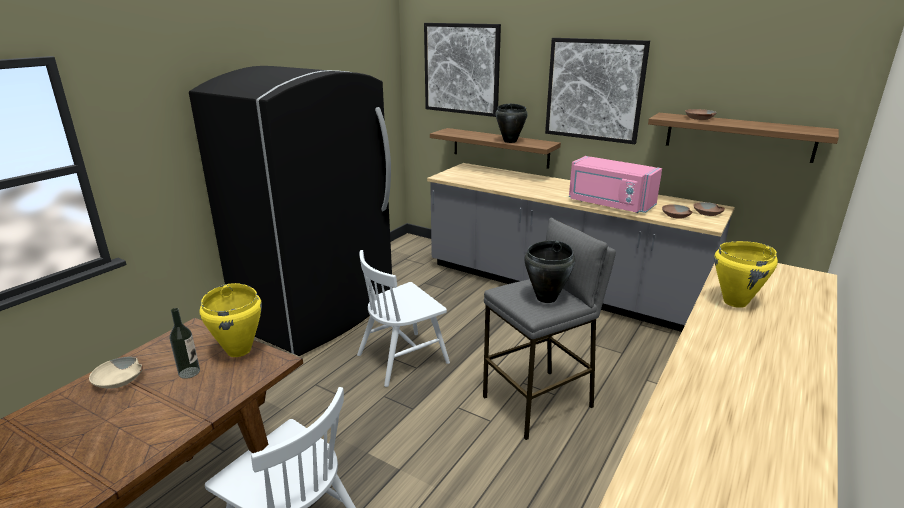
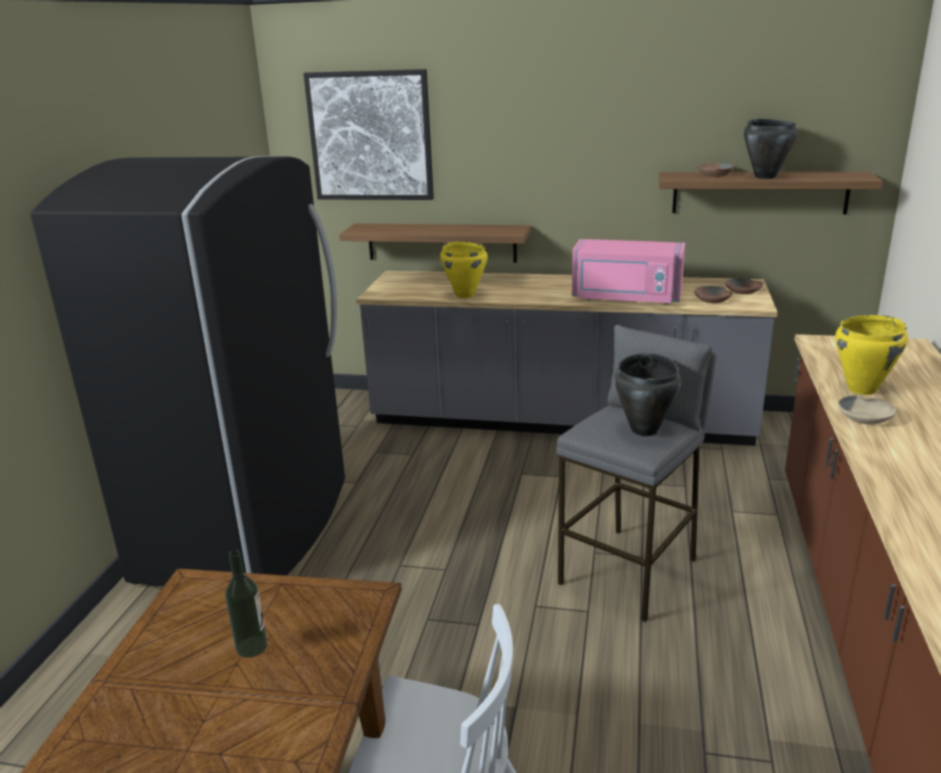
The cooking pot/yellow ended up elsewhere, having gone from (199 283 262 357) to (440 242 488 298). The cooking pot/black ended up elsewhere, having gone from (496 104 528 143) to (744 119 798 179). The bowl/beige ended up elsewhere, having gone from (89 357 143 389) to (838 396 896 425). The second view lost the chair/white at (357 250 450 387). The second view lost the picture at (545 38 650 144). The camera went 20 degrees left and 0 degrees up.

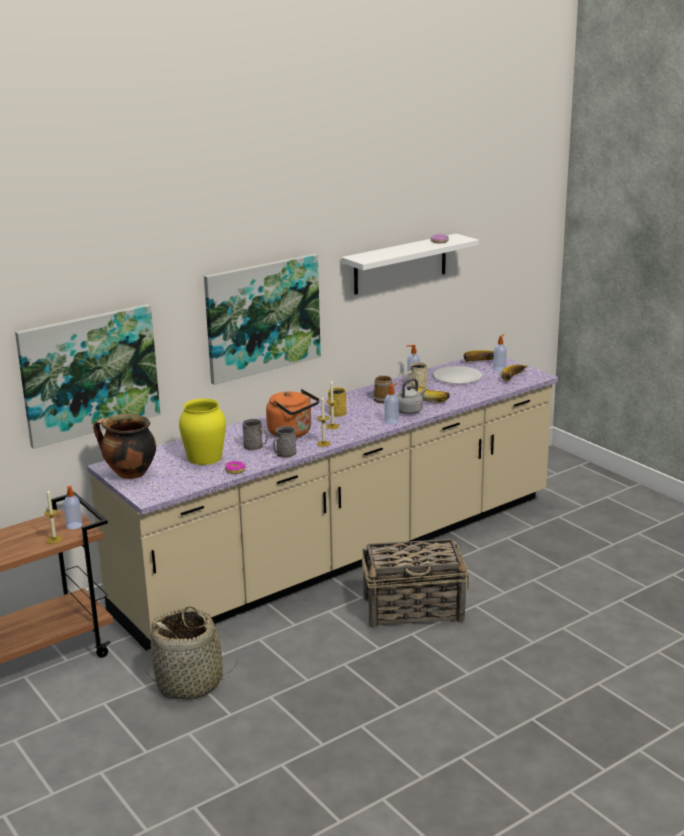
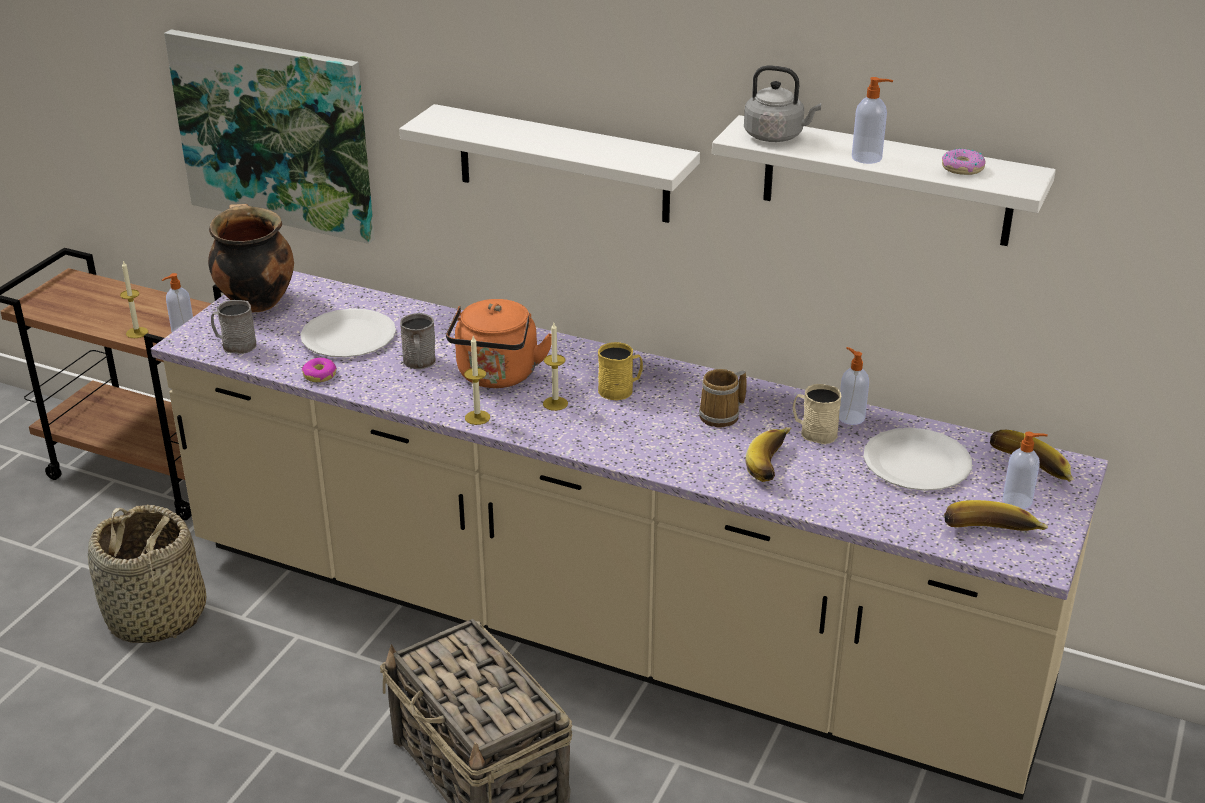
The mug/grey ended up elsewhere, having gone from (273 426 296 458) to (211 300 256 354). Where the vase/yellow stood at (179 398 226 465), the plate/white came to stand at (301 309 396 357). Where the picture hung at (204 254 321 385), the shelf/white came to hang at (399 104 700 223). The kettle/grey ended up elsewhere, having gone from (396 378 426 414) to (744 66 821 142). The soap dispenser ended up elsewhere, having gone from (384 383 399 425) to (852 77 893 164). The camera went 60 degrees right and 10 degrees up.

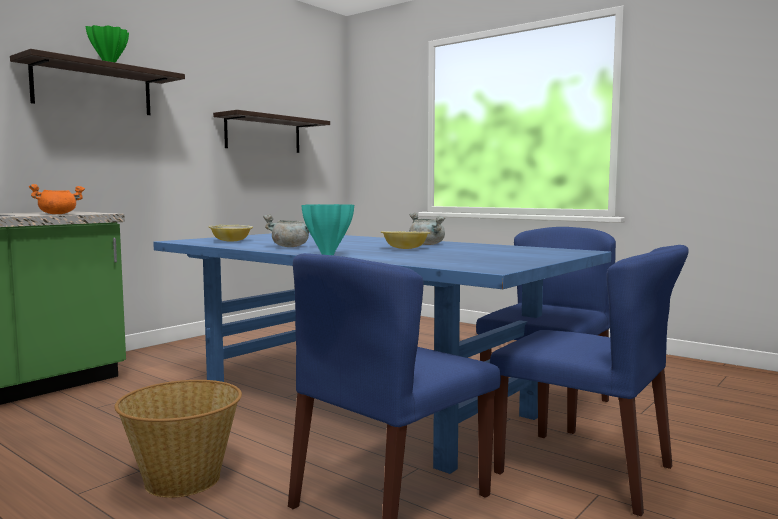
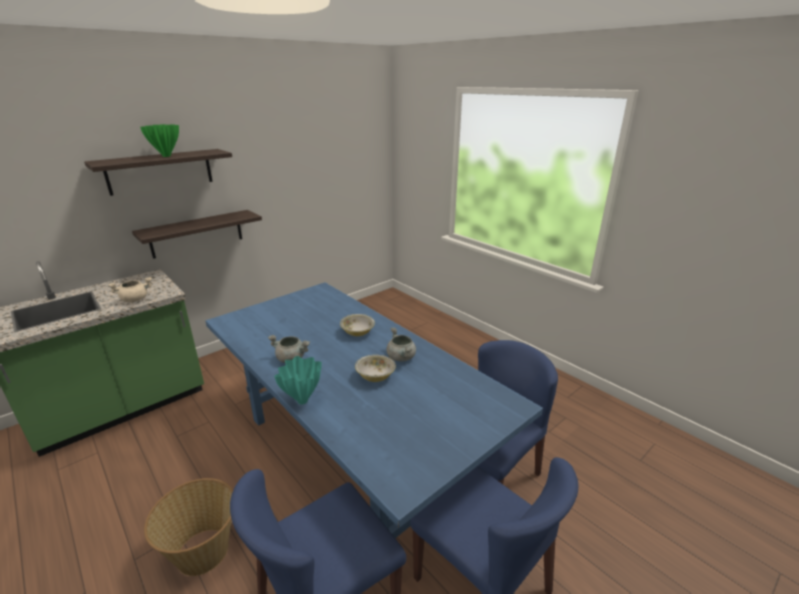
What was the cooking pot/orange at (29 184 85 214) turned into the cooking pot/beige at (108 277 152 302). The shelf ended up elsewhere, having gone from (213 110 330 153) to (132 210 262 259). The bowl ended up elsewhere, having gone from (208 225 253 242) to (340 314 375 336). The camera went 10 degrees right and 20 degrees up.

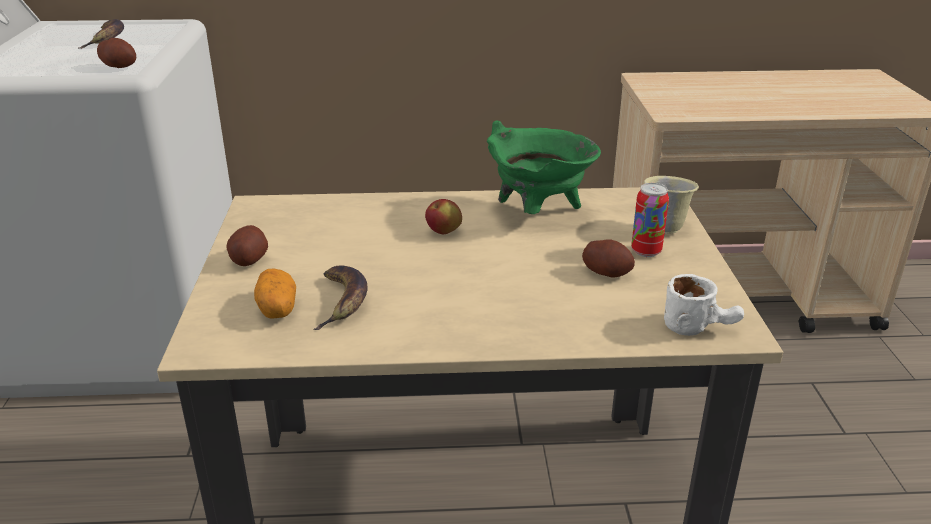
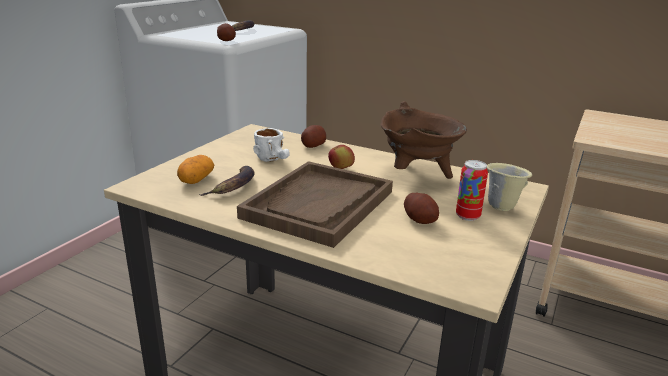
The second view gained the tray/brown at (237 161 393 248). The mug/white ended up elsewhere, having gone from (664 274 744 336) to (253 128 290 162). The potato ended up elsewhere, having gone from (226 225 268 266) to (301 125 326 148). What was the cooking pot/green at (487 120 601 214) turned into the cooking pot/brown at (380 101 467 179). The camera went 30 degrees right and 5 degrees down.

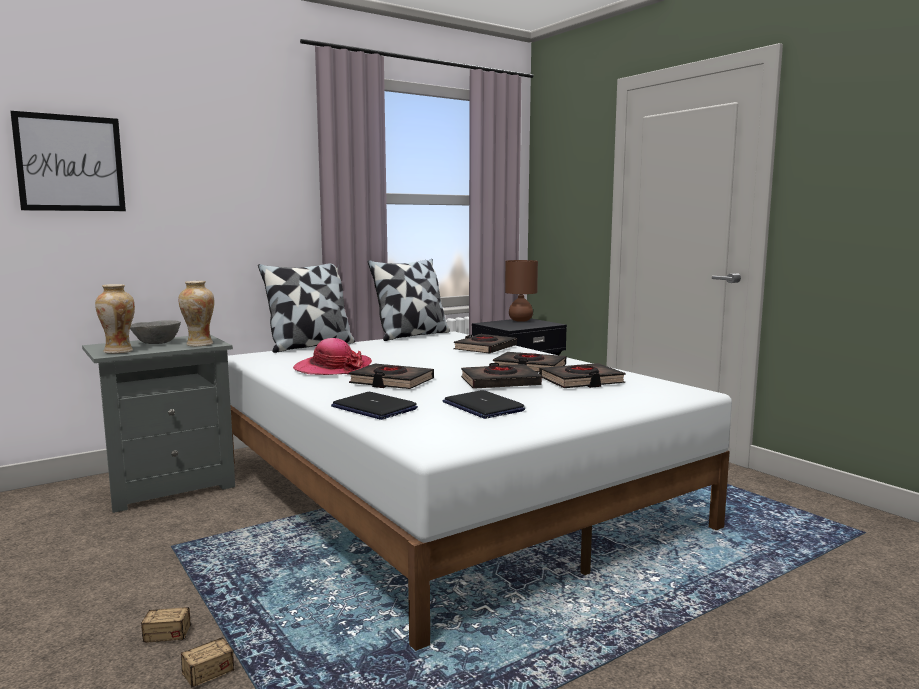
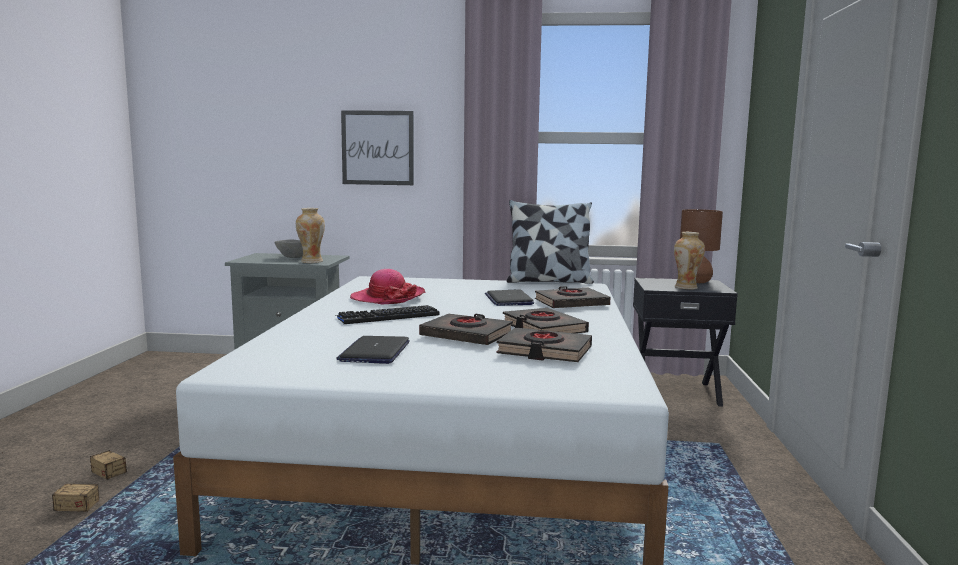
Where the book/black stood at (349 364 434 389), the keyboard came to stand at (335 305 439 324). The picture ended up elsewhere, having gone from (10 111 126 211) to (341 110 414 185). The laptop ended up elsewhere, having gone from (331 392 418 420) to (485 289 534 306). The vase ended up elsewhere, having gone from (95 284 135 353) to (674 232 705 289). The second view lost the pillow at (258 263 355 353). The camera went 40 degrees right and 0 degrees up.

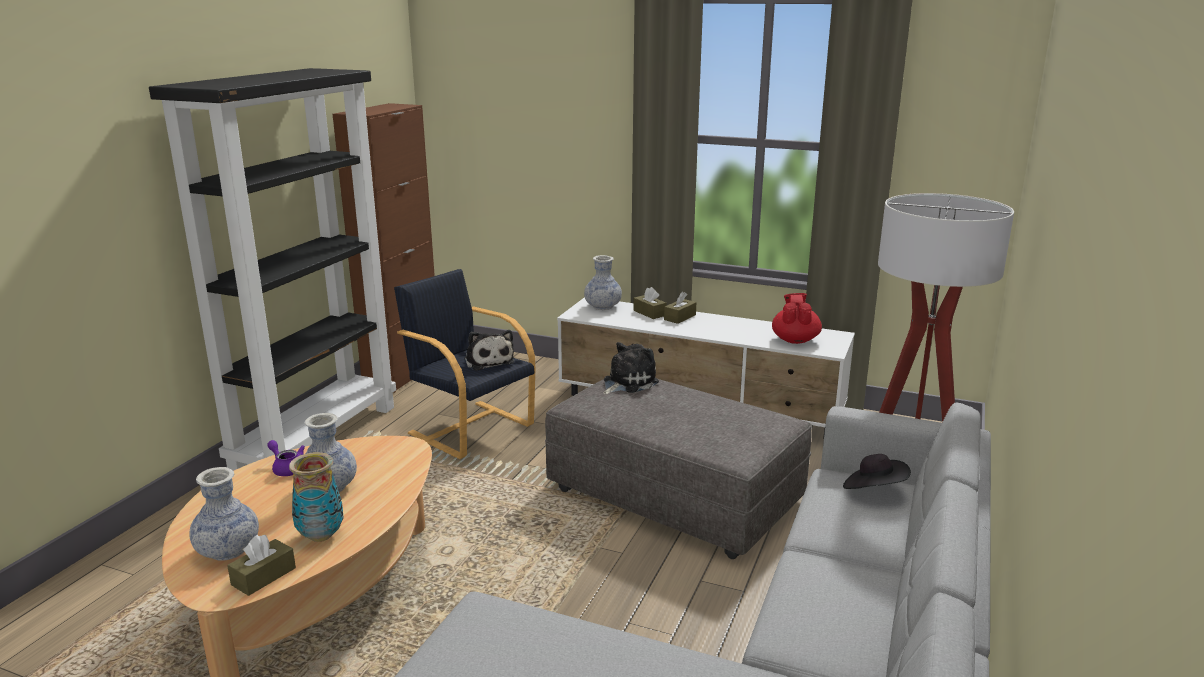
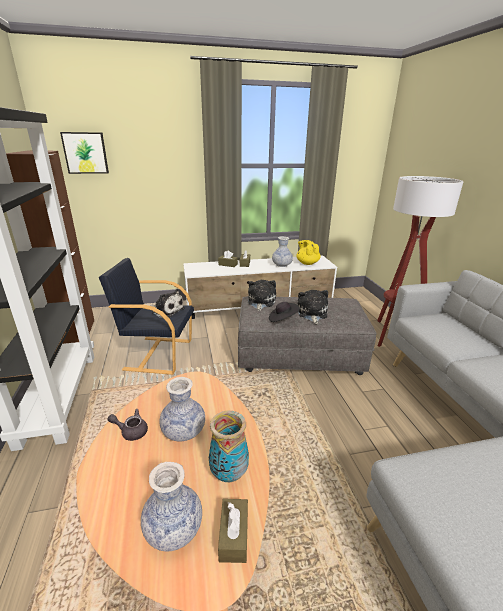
The second view gained the picture at (60 132 109 174). What was the teapot/purple at (267 440 305 476) turned into the teapot/grey at (107 409 148 441). The hat/black ended up elsewhere, having gone from (843 454 911 489) to (269 302 300 322). The vase ended up elsewhere, having gone from (584 255 622 310) to (272 236 293 267). What was the teapot/red at (772 293 822 344) turned into the teapot/yellow at (296 240 321 265). The second view gained the plush toy at (297 290 328 324). The camera went 35 degrees left and 5 degrees up.

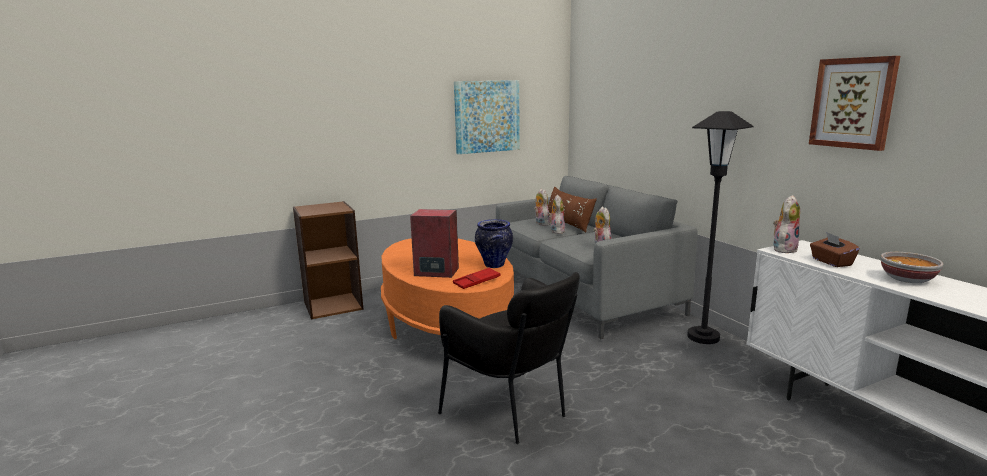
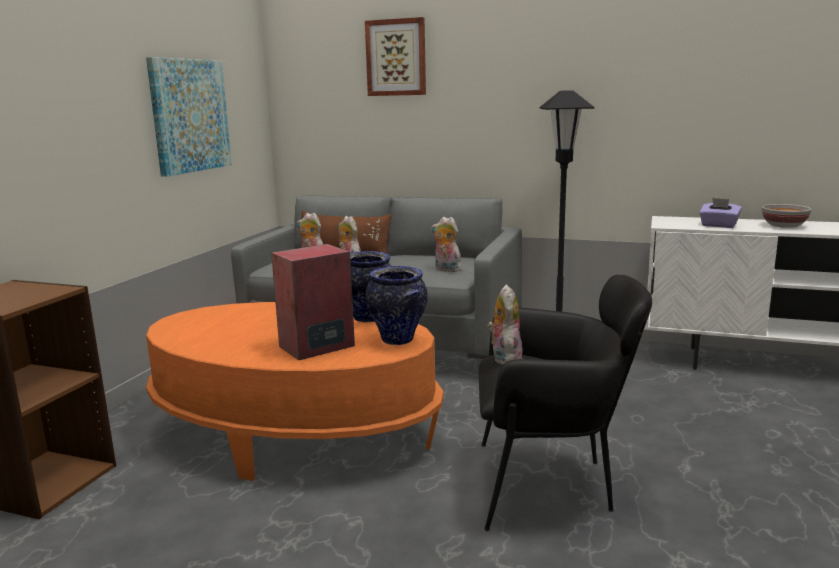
The picture ended up elsewhere, having gone from (809 56 900 151) to (365 17 426 96). Where the tray/red stood at (453 268 501 289), the vase came to stand at (365 266 428 345). The plush toy ended up elsewhere, having gone from (773 195 800 253) to (488 284 523 365). What was the tissue box/brown at (810 232 860 267) turned into the tissue box/purple at (699 198 742 228). The camera went 45 degrees left and 0 degrees up.

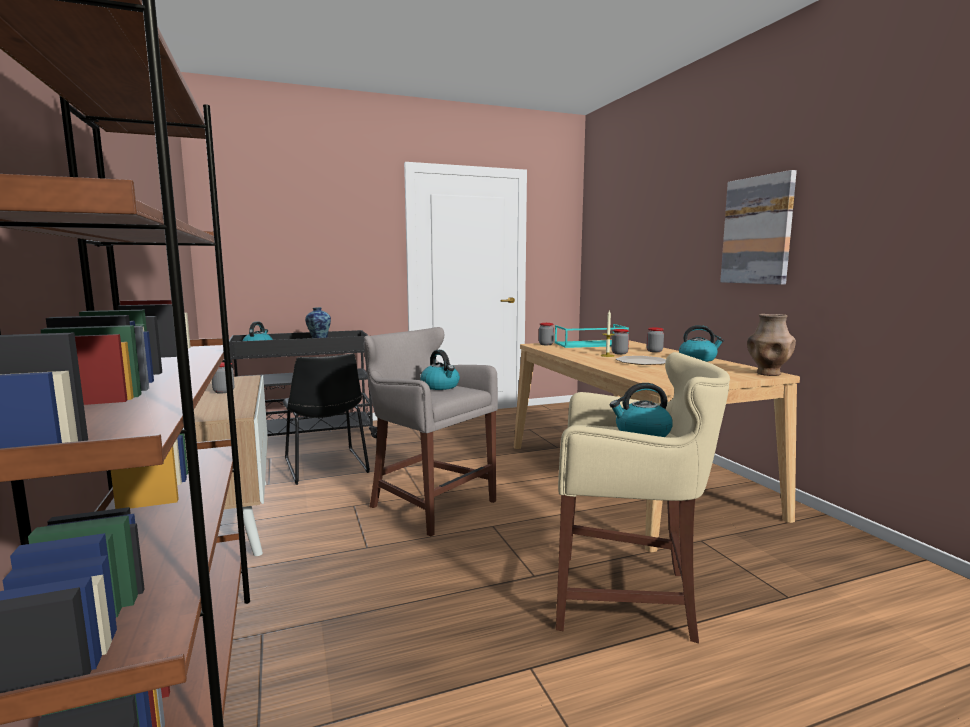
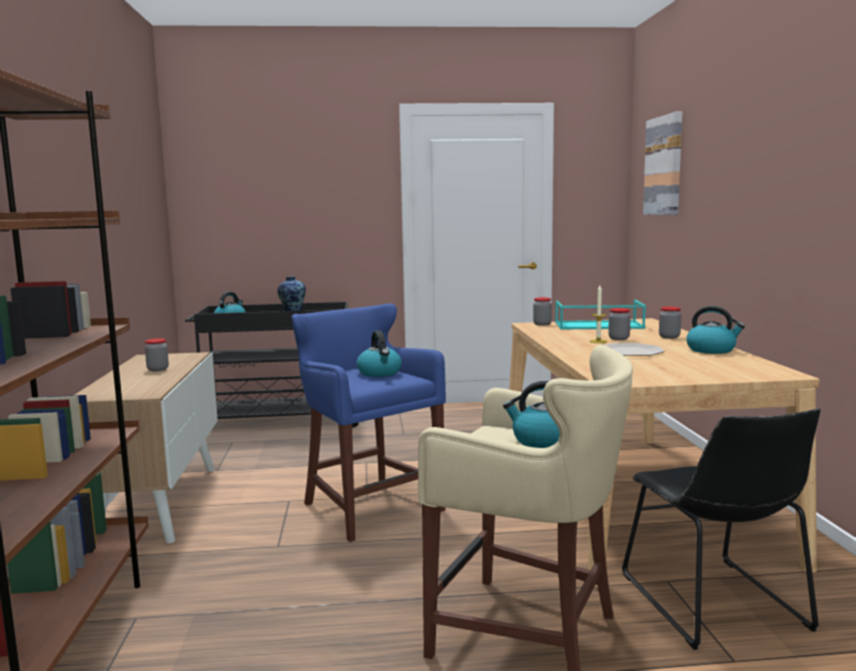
What was the stool/grey at (364 327 498 536) turned into the stool/blue at (292 304 446 542). The chair/black ended up elsewhere, having gone from (283 353 370 485) to (622 408 821 650). The picture ended up elsewhere, having gone from (720 170 797 285) to (643 111 682 215). The second view lost the vase/brown at (747 314 796 376). The camera went 15 degrees right and 0 degrees up.

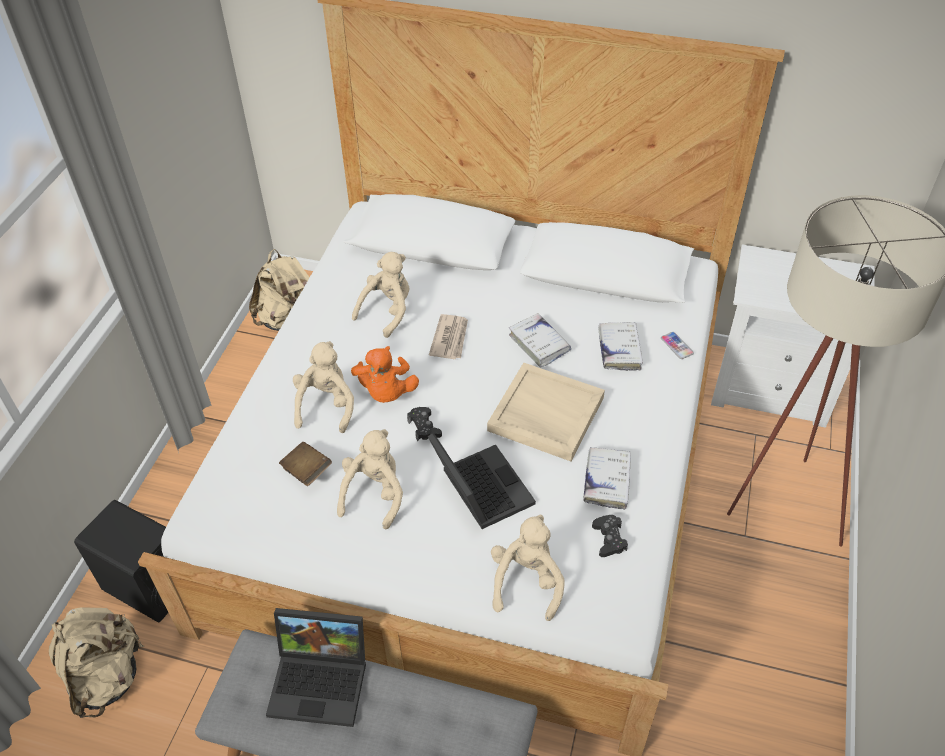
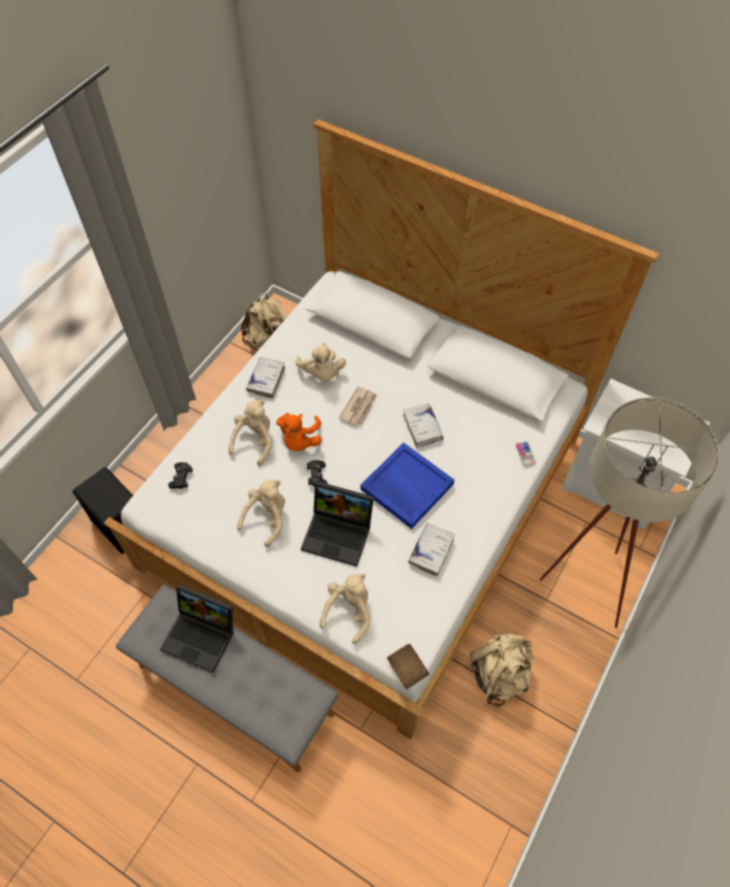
The game controller/black ended up elsewhere, having gone from (592 515 628 557) to (168 462 193 489). The book/white ended up elsewhere, having gone from (598 322 643 371) to (246 357 285 398). The plush toy/beige at (352 252 410 338) ended up facing another way, 105 degrees clockwise from before. The laptop at (428 433 536 529) ended up facing another way, 120 degrees clockwise from before. What was the tray/beige at (487 363 605 461) turned into the tray/blue at (360 442 454 529). The book/brown ended up elsewhere, having gone from (279 442 332 486) to (387 644 429 689). The backpack/beige ended up elsewhere, having gone from (49 607 144 718) to (470 633 534 707). The camera went 15 degrees right and 10 degrees up.

